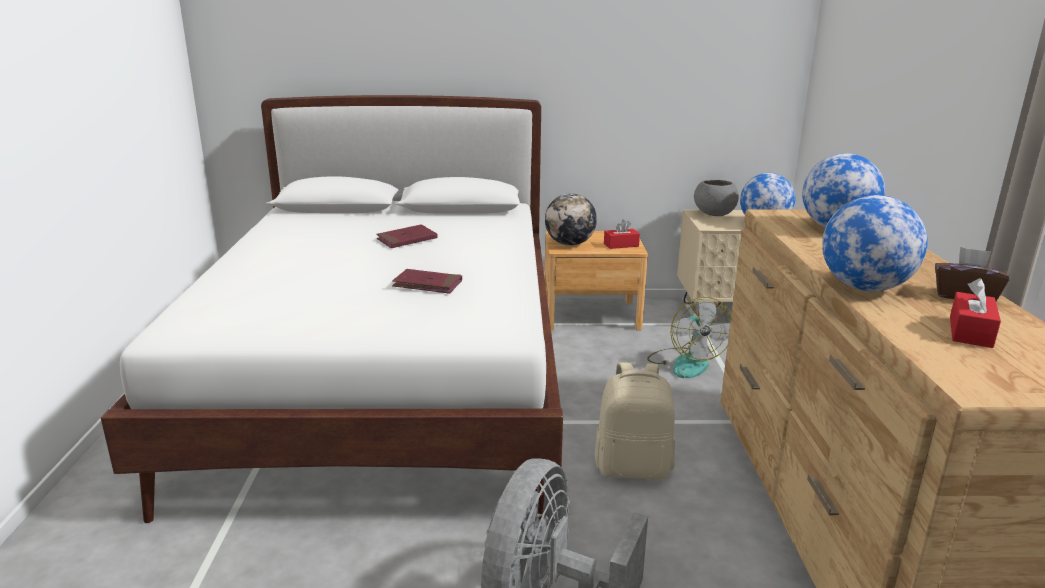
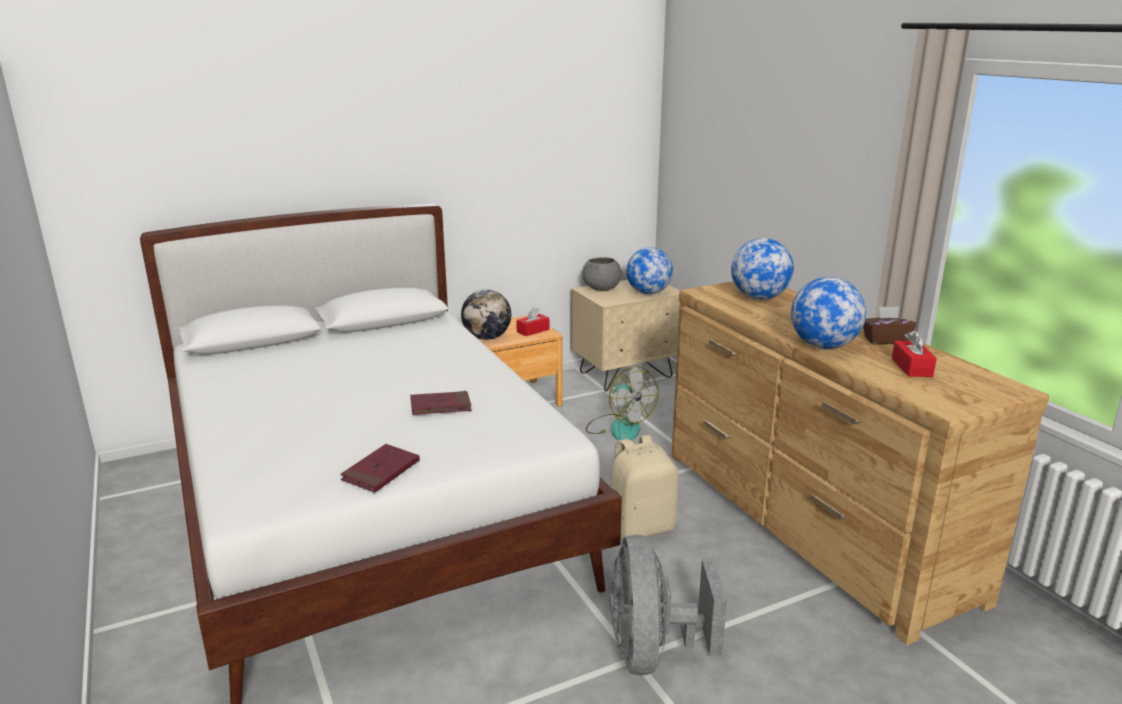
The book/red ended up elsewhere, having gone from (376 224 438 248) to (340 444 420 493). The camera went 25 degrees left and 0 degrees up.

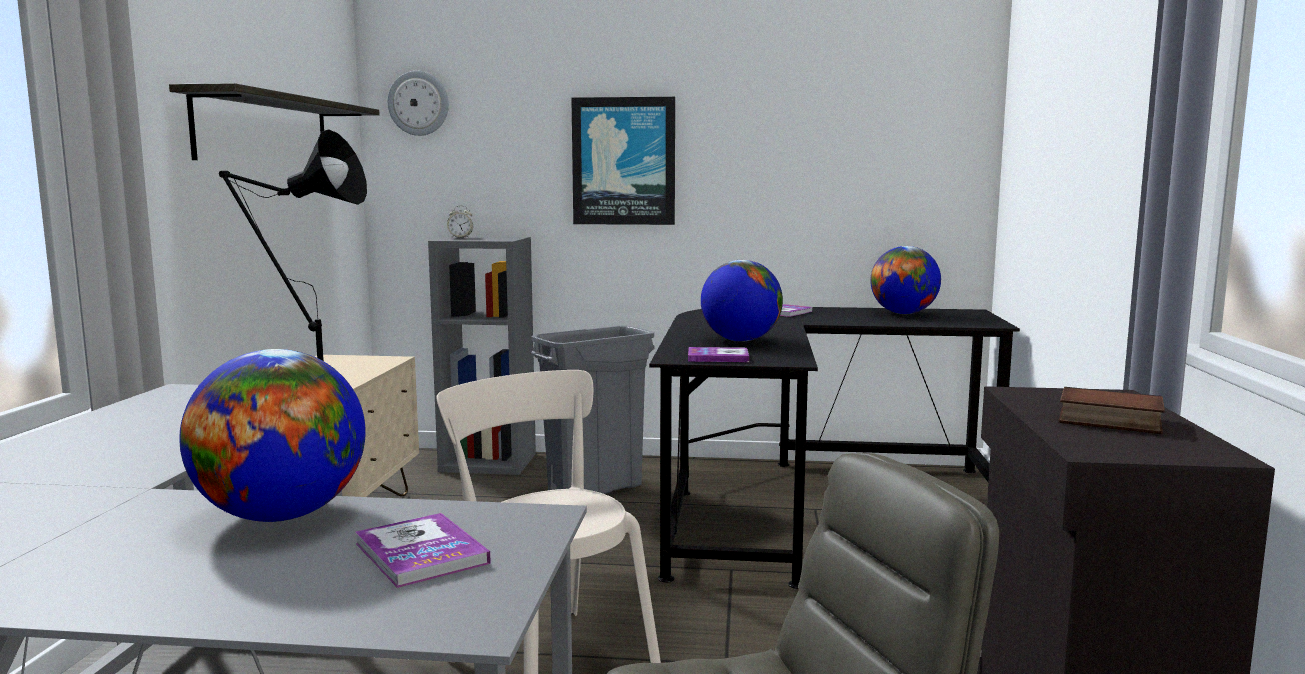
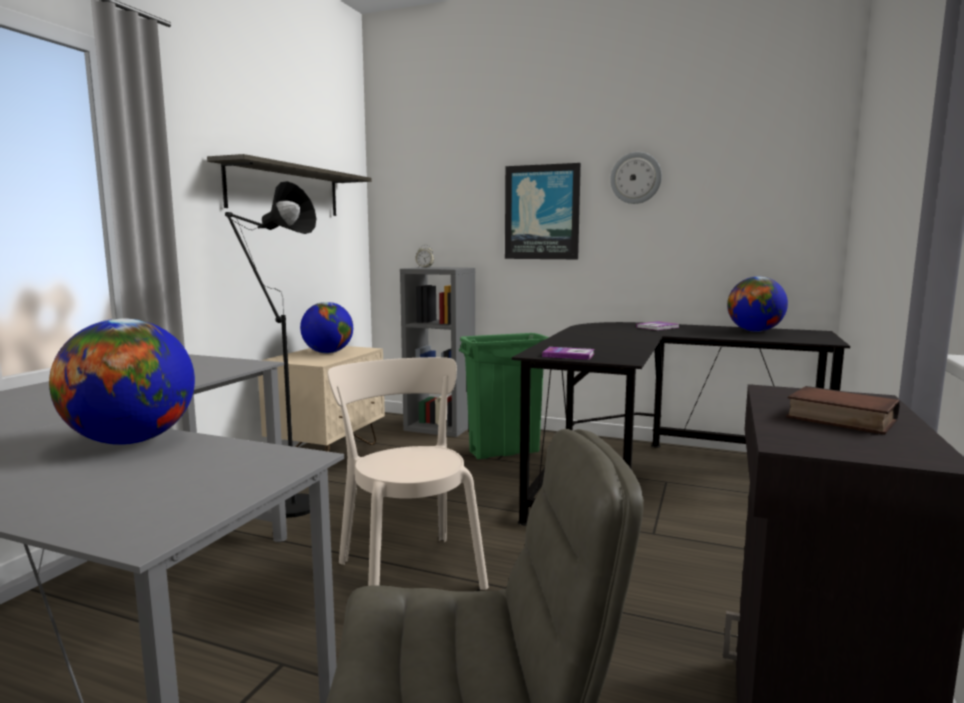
The globe ended up elsewhere, having gone from (701 260 783 342) to (300 302 353 353). What was the trash can/grey at (531 325 655 494) turned into the trash can/green at (459 333 549 459). The wall clock ended up elsewhere, having gone from (388 71 449 136) to (610 152 662 204). The second view lost the book at (355 513 491 588). The camera went 15 degrees right and 0 degrees up.

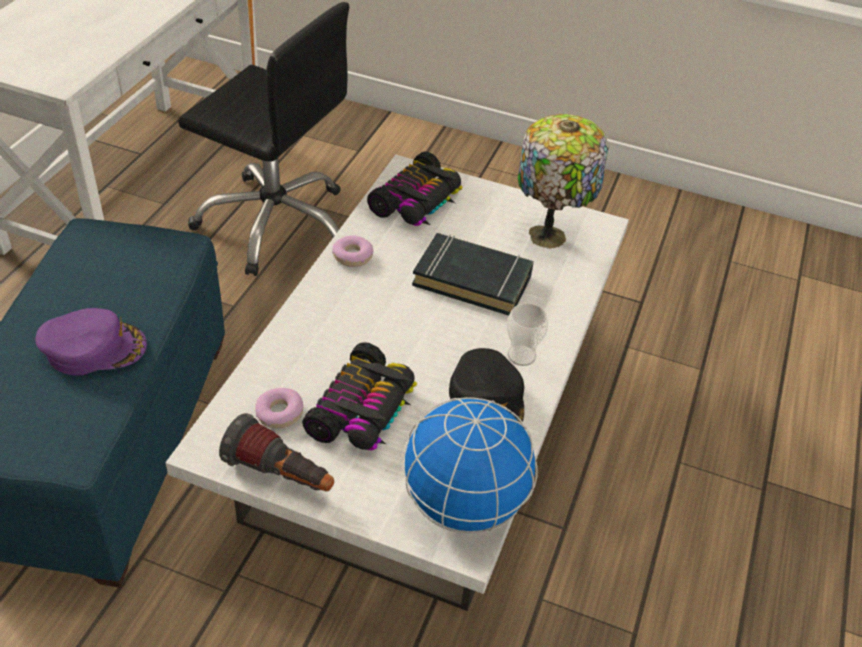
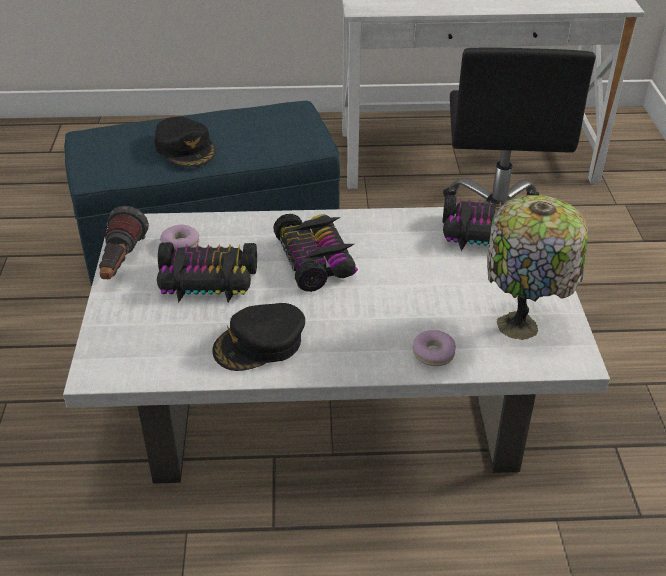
What was the cap/purple at (36 308 147 376) turned into the cap/black at (154 117 216 167). The second view gained the toy car at (273 214 358 292). The donut ended up elsewhere, having gone from (332 235 373 267) to (413 330 456 366). The second view lost the globe at (402 397 537 534). The second view lost the book/black at (412 233 534 316). The second view lost the cup at (507 303 548 366). The camera went 70 degrees right and 5 degrees down.

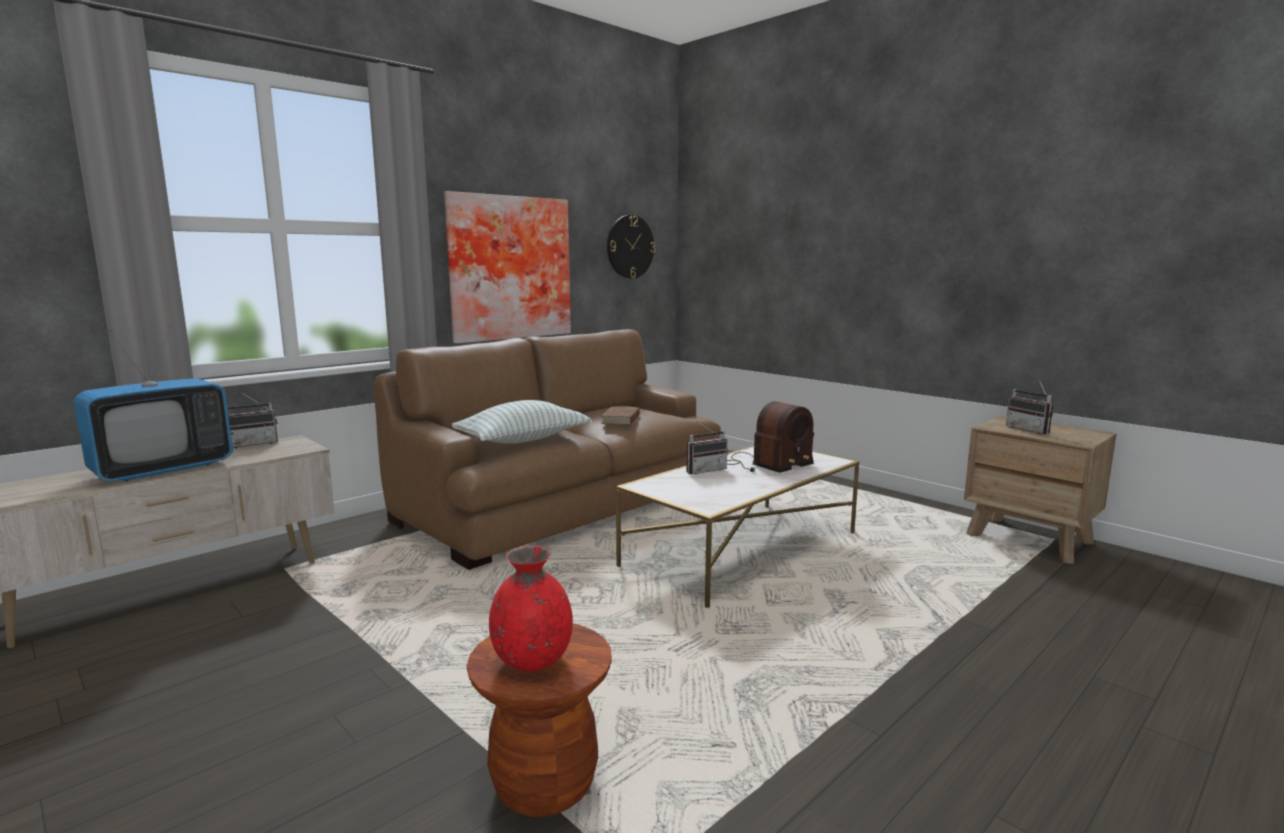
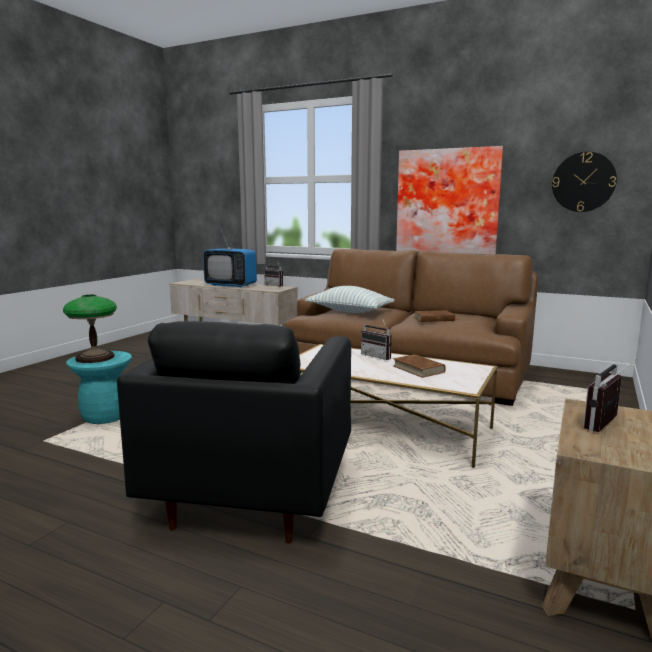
Where the vase/red stood at (489 546 573 672), the table lamp came to stand at (63 295 117 363). What was the stool/brown at (467 624 612 817) turned into the stool/turquoise at (66 351 132 424). The second view gained the armchair/black at (117 321 351 544). Where the radio stood at (727 401 814 473), the book/brown came to stand at (393 354 446 378). The camera went 70 degrees right and 0 degrees up.

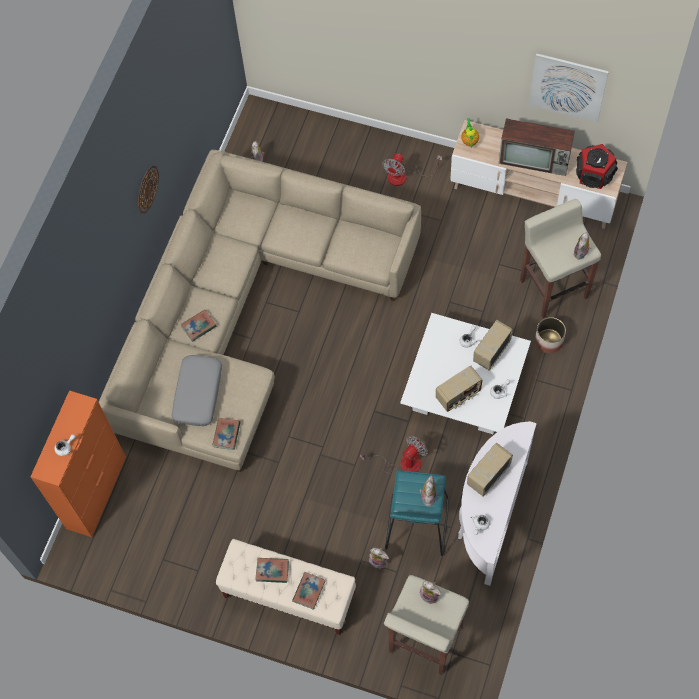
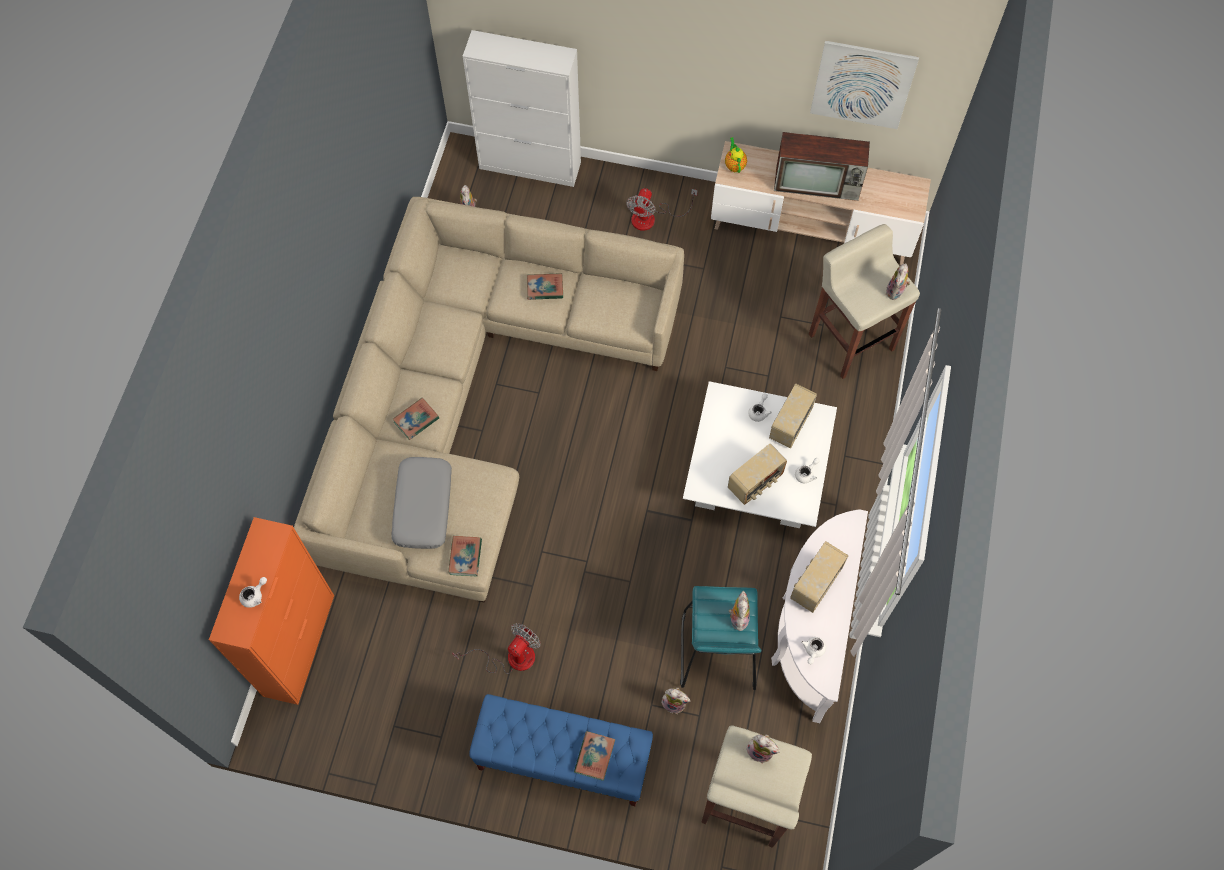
The fan ended up elsewhere, having gone from (360 436 428 474) to (452 623 540 674). The second view gained the cabinet/white at (463 30 581 187). What was the bench/beige at (216 539 356 635) turned into the bench/blue at (469 694 653 806). The book ended up elsewhere, having gone from (255 558 289 583) to (527 273 563 300). The second view lost the wall clock at (138 166 159 214). The second view lost the planter at (535 317 566 353). The second view lost the speaker at (576 144 618 189). The camera went 10 degrees left and 0 degrees up.

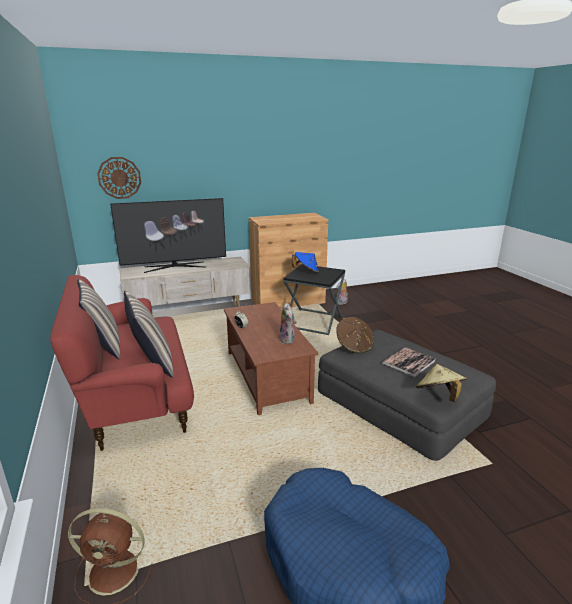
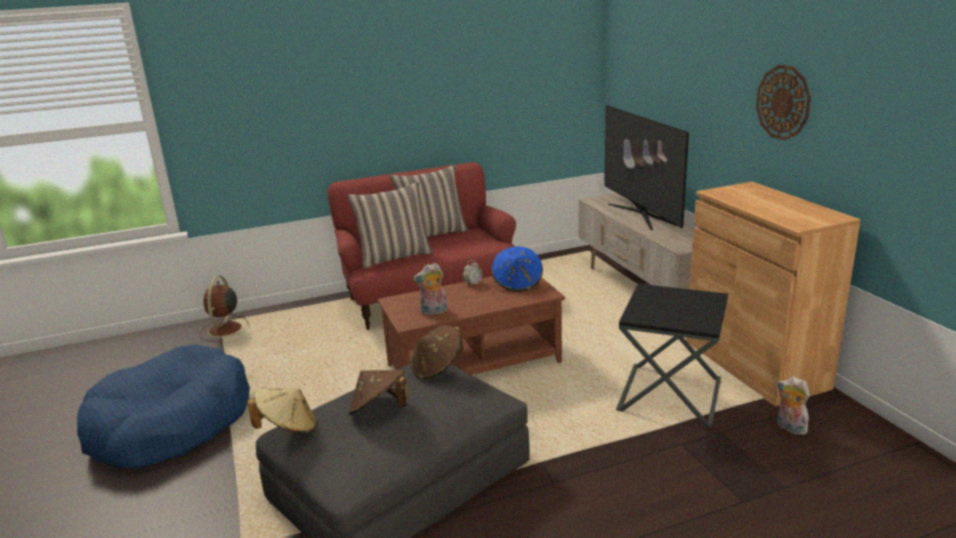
Where the book stood at (382 347 436 377), the hat/brown came to stand at (349 370 408 415). The hat/blue ended up elsewhere, having gone from (292 252 319 273) to (491 247 543 292). The wall clock ended up elsewhere, having gone from (97 157 141 199) to (756 65 811 140). The camera went 90 degrees right and 0 degrees up.

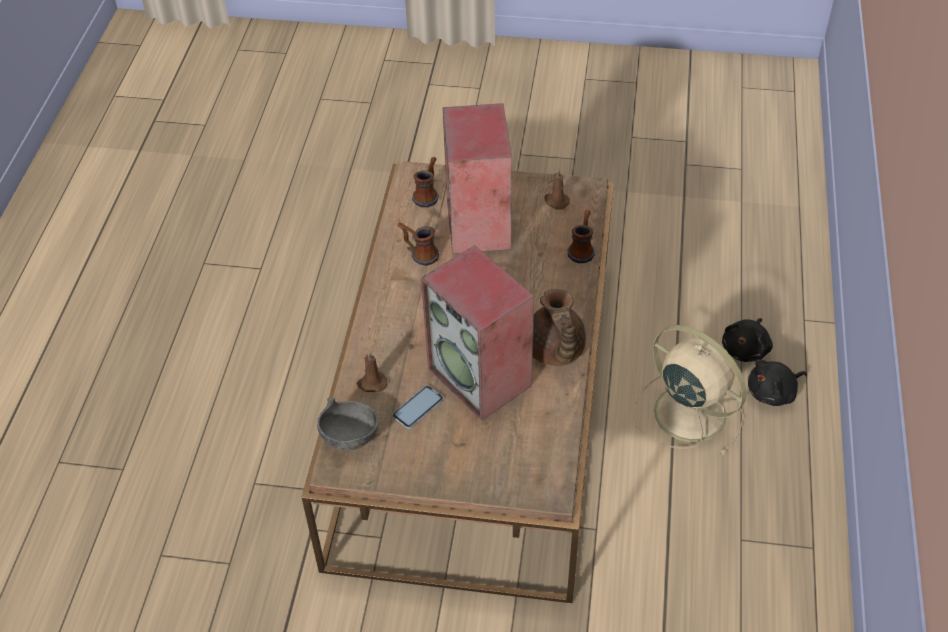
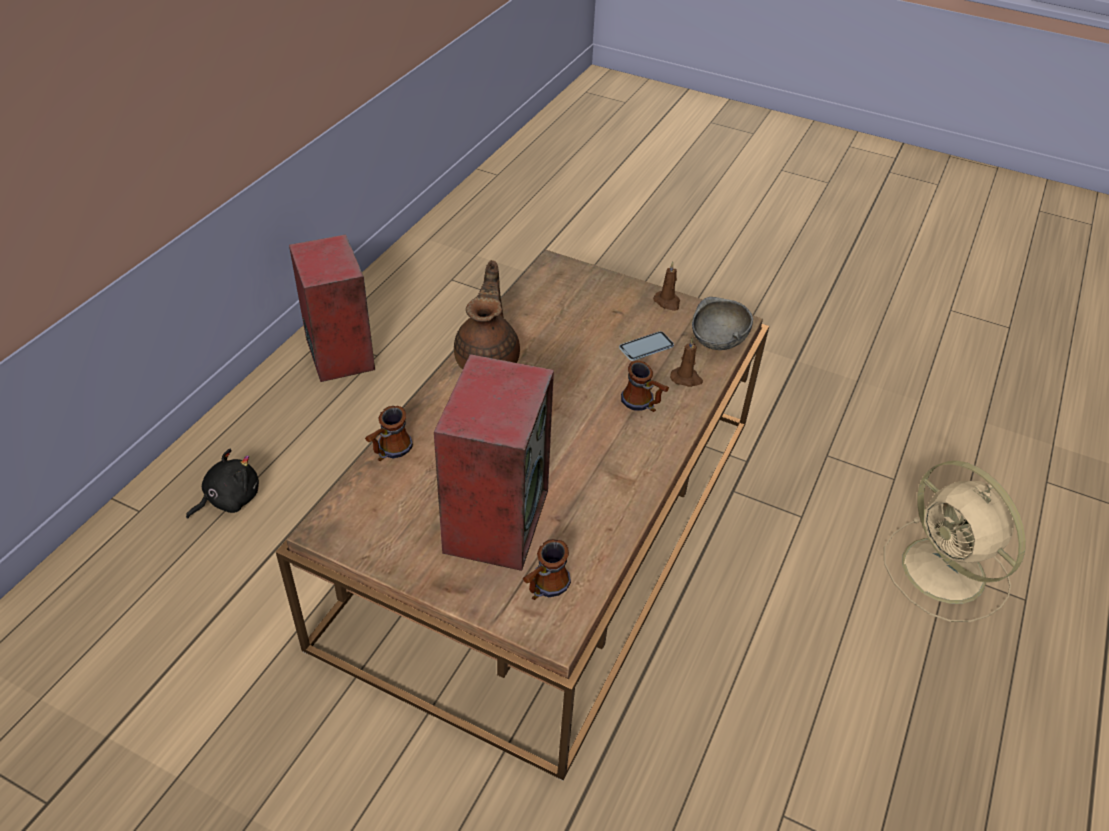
The speaker ended up elsewhere, having gone from (421 245 534 420) to (289 234 375 382). The mug ended up elsewhere, having gone from (397 222 439 266) to (621 361 669 412). The candle/brown ended up elsewhere, having gone from (544 169 570 210) to (653 262 680 311). The fan/beige ended up elsewhere, having gone from (634 325 746 456) to (884 461 1026 622). The second view lost the plush toy/black at (748 359 807 406). The camera went 165 degrees left and 5 degrees down.

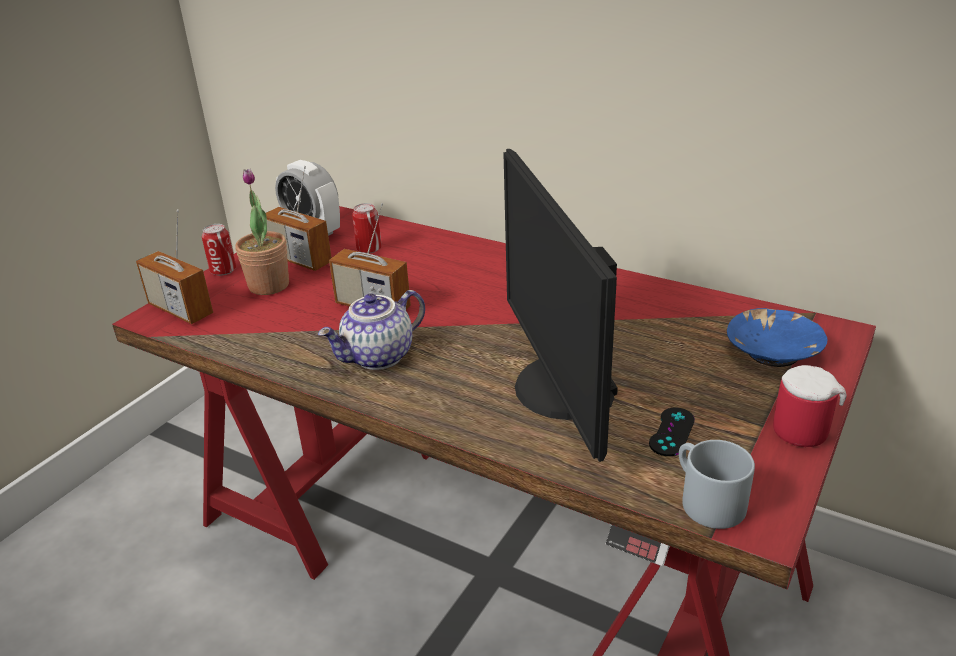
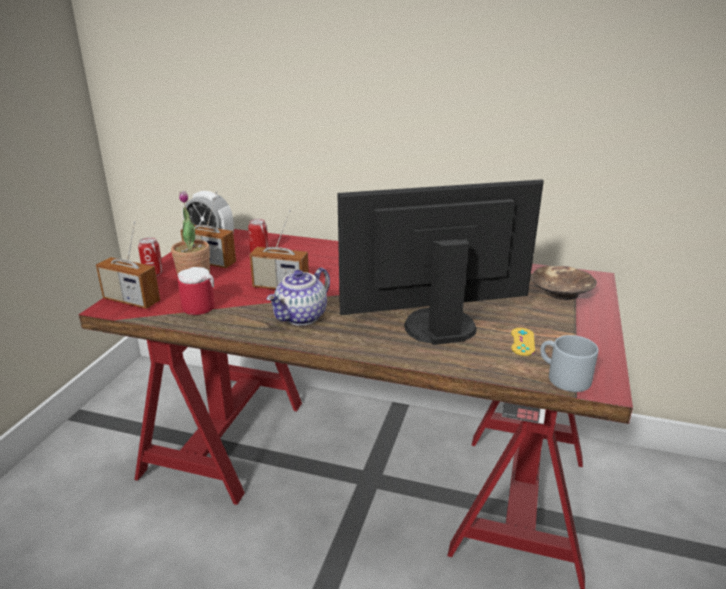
The mug ended up elsewhere, having gone from (773 365 847 447) to (178 267 214 315). The monitor at (503 149 618 462) ended up facing another way, 105 degrees clockwise from before. What was the game controller/black at (649 408 695 456) turned into the game controller/yellow at (511 328 535 356). What was the bowl/blue at (727 308 827 367) turned into the bowl/brown at (532 266 597 300). The camera went 15 degrees left and 5 degrees down.

